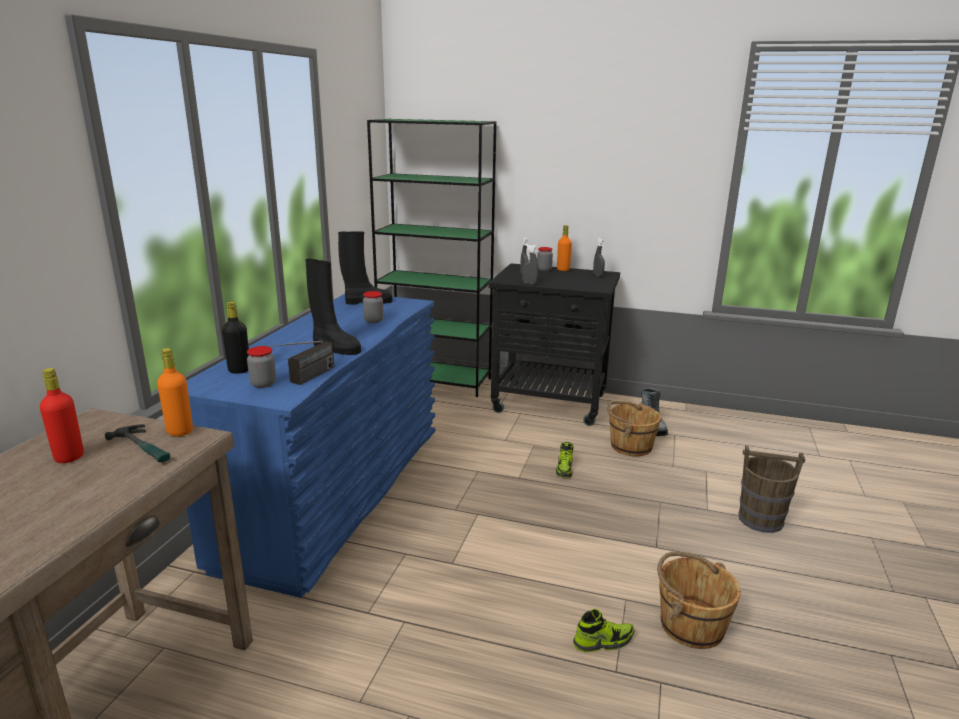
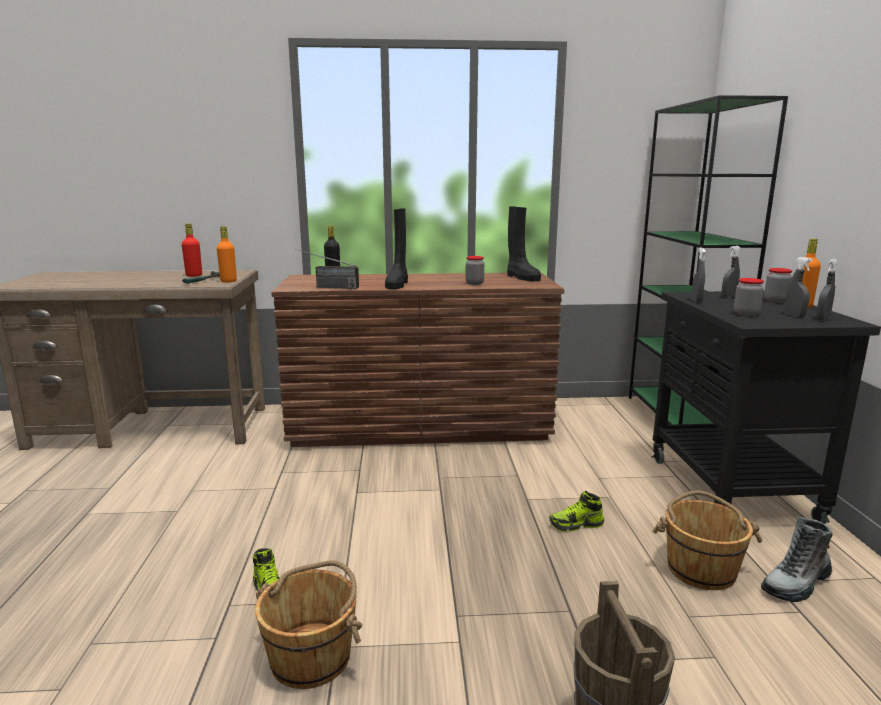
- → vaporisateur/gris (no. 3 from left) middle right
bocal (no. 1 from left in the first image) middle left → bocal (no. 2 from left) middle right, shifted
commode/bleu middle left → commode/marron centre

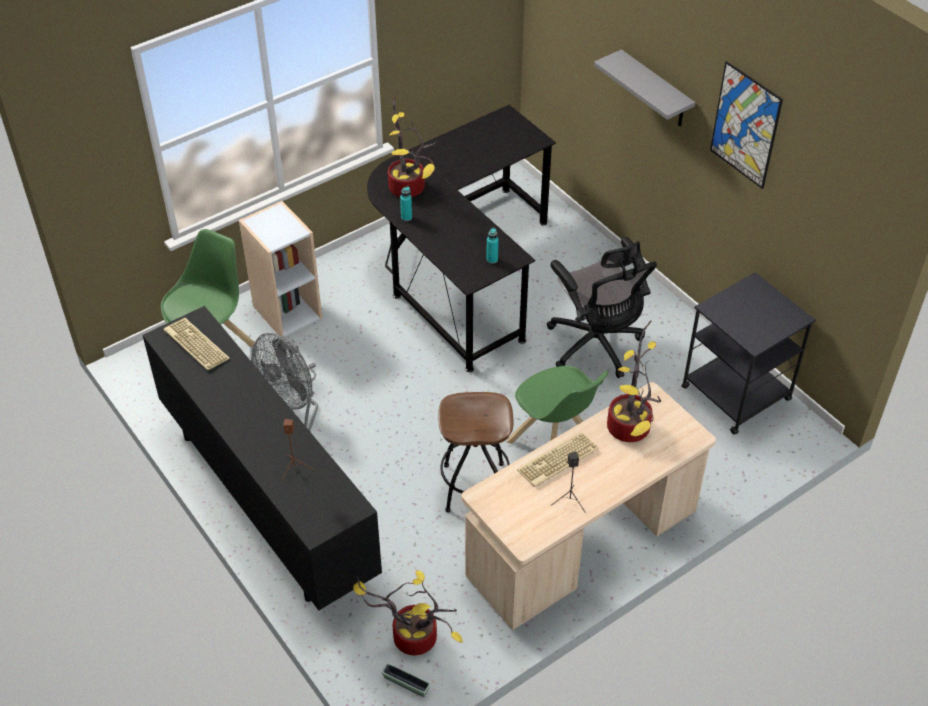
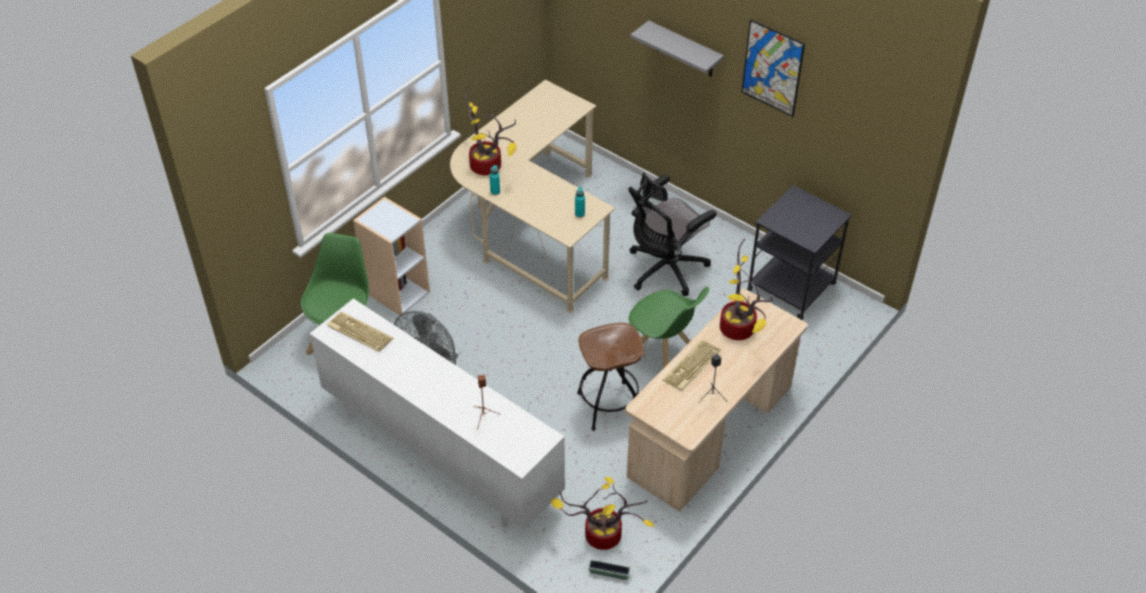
meuble de rangement/noir middle left → meuble de rangement/blanc bottom centre
bureau/noir centre → bureau/beige (no. 1 from left) top centre
chaise de bureau centre, 90 degrees clockwise

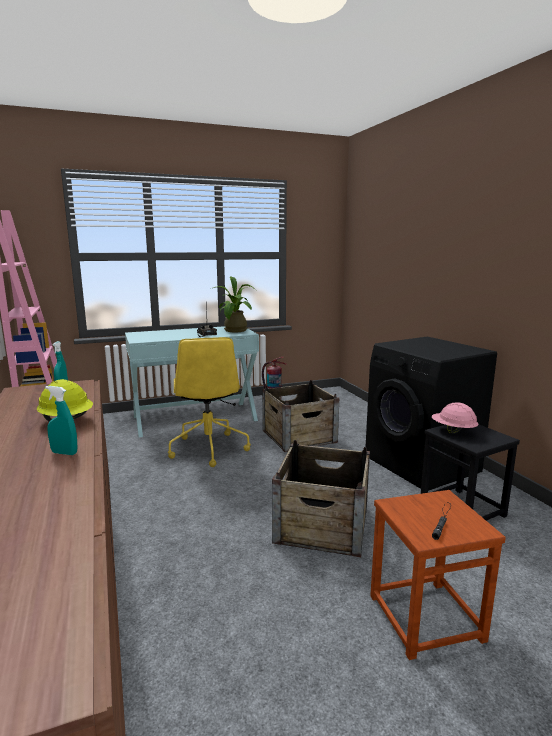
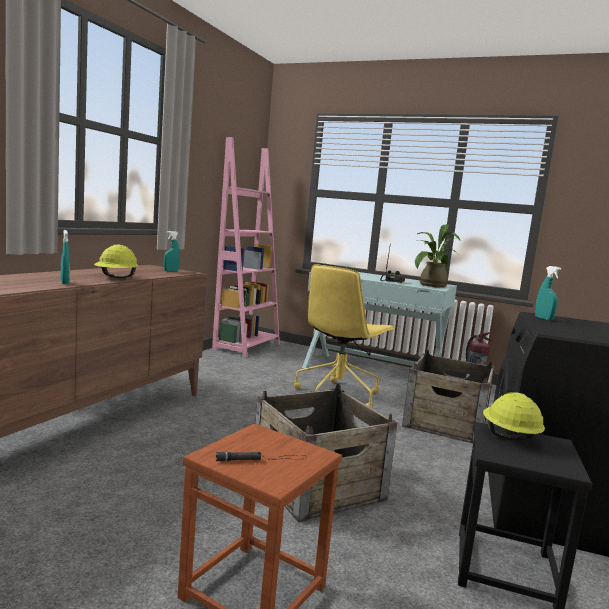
- → vaporisateur/turquoise (no. 3 from left) middle right
casque de chantier/rose middle right → casque de chantier/jaune (no. 2 from left) bottom right

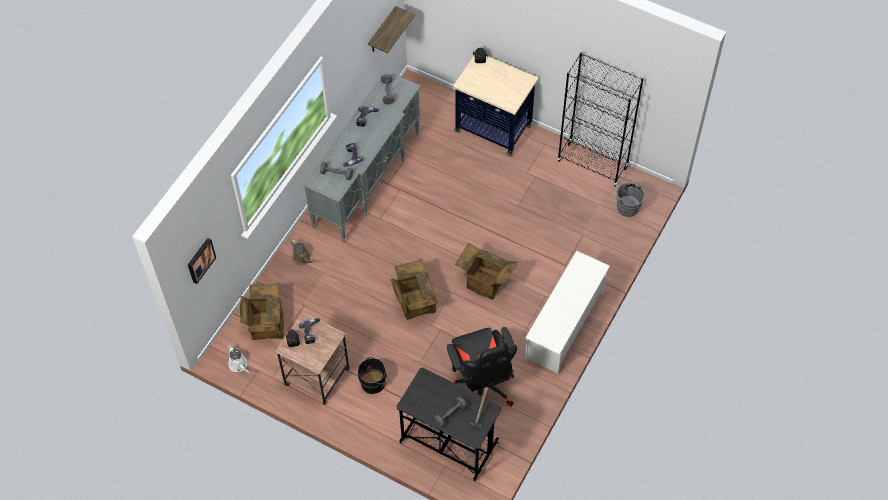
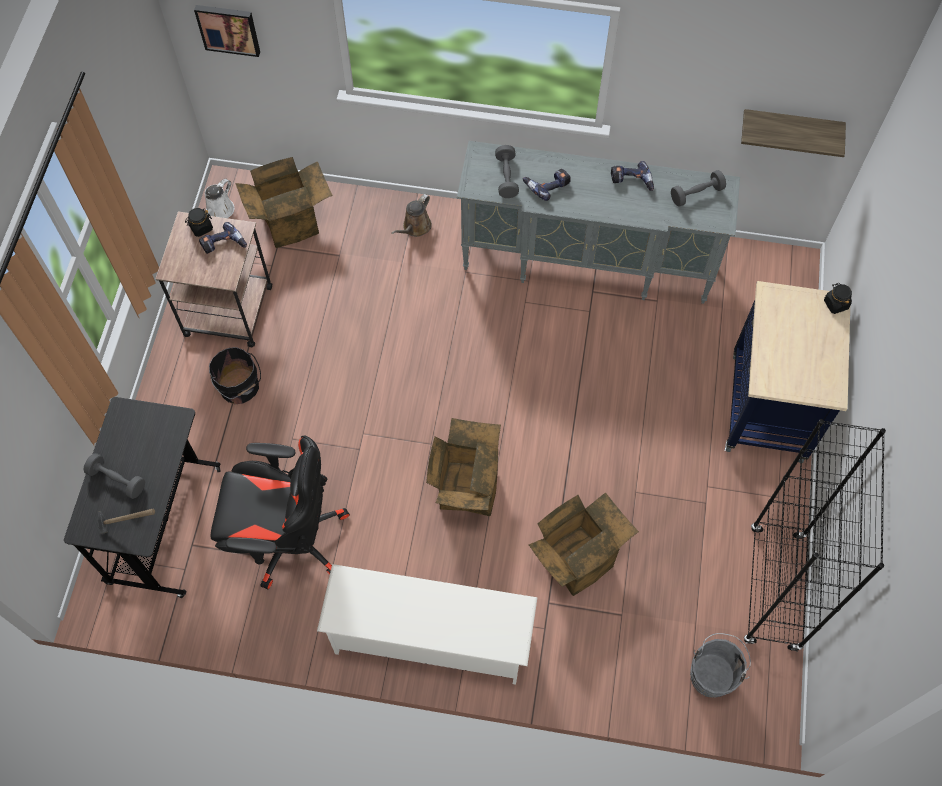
carton (no. 2 from left in the first image) centre → carton (no. 3 from left) bottom centre, shifted
chaise de bureau/noir bottom centre → chaise de bureau/noir middle left, 135 degrees counterclockwise

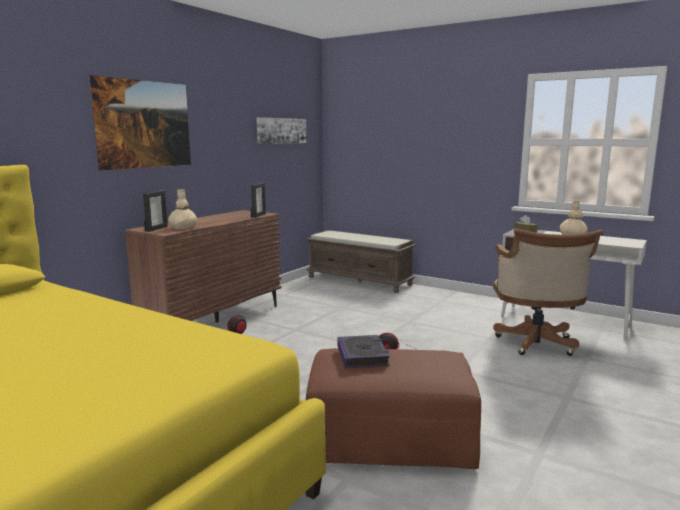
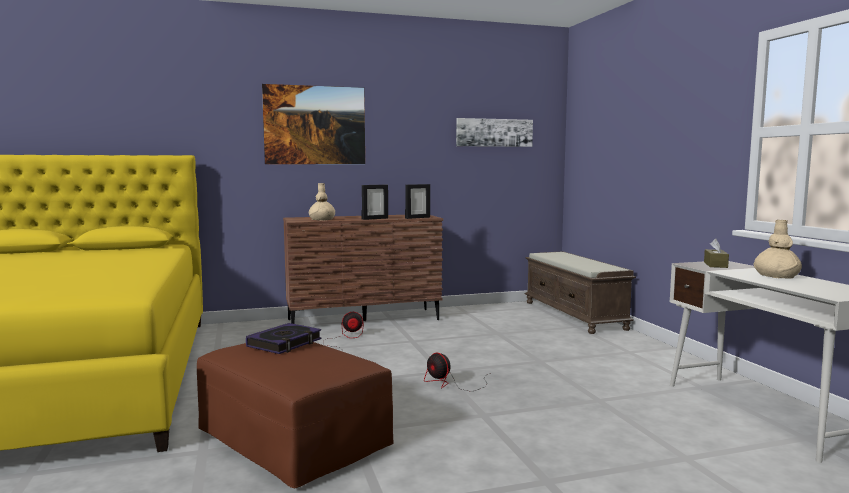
chaise de bureau middle right → -
cadre photo (no. 1 from left) middle left → cadre photo (no. 1 from left) centre, shifted

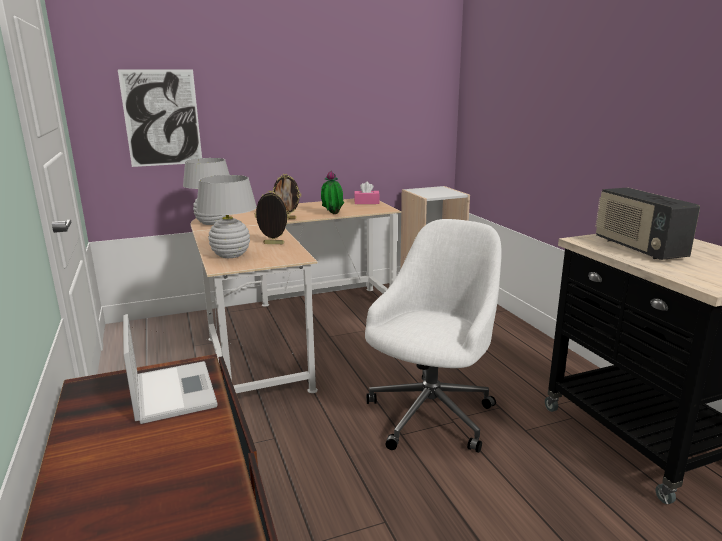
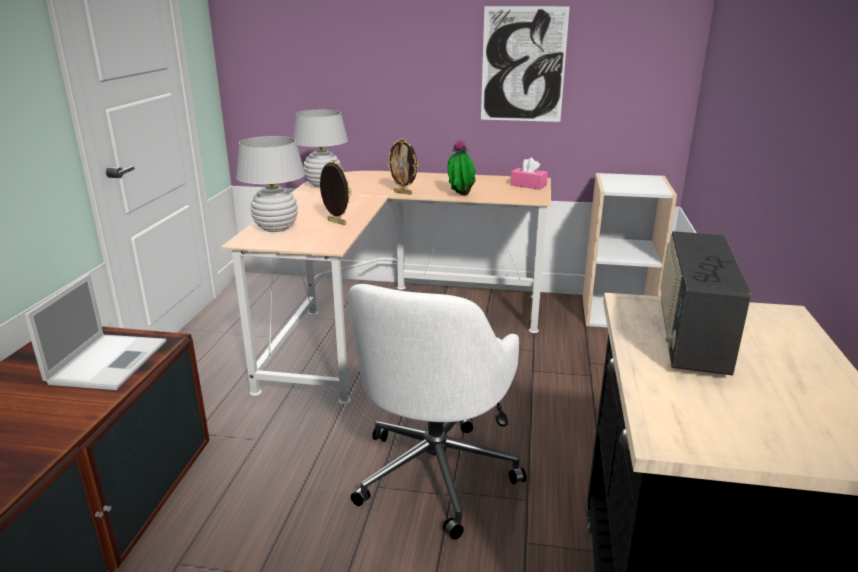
tableau top left → tableau top centre, shifted
chaise de bureau/blanc centre → chaise de bureau/blanc bottom centre, 135 degrees clockwise

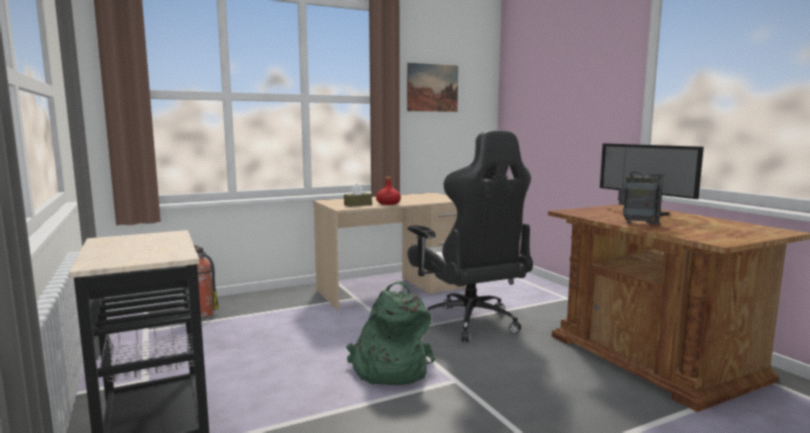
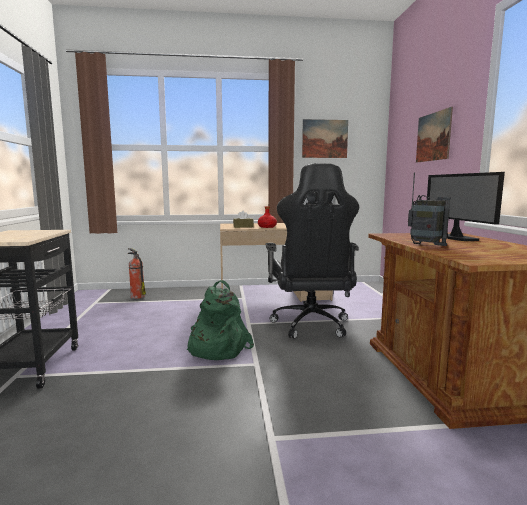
- → tableau (no. 2 from left) top right

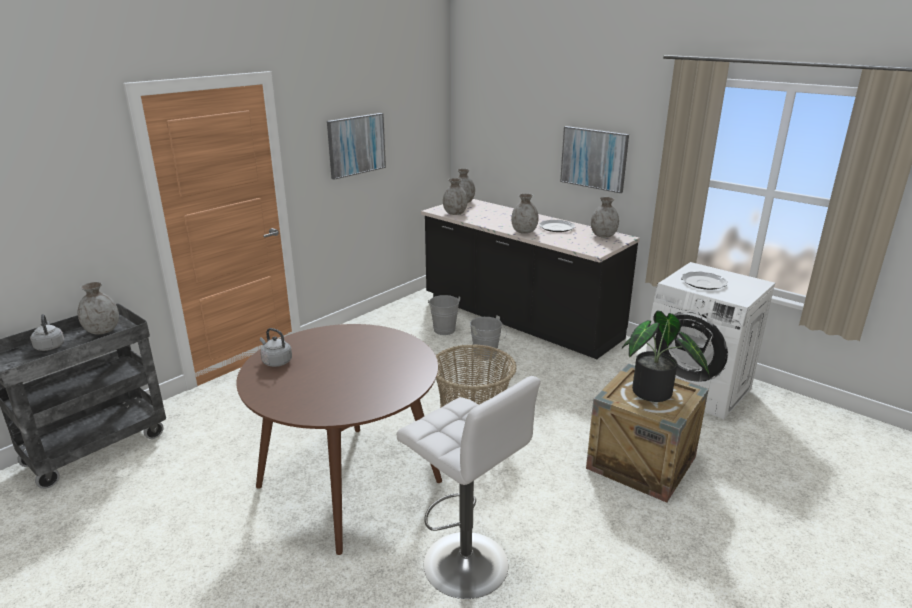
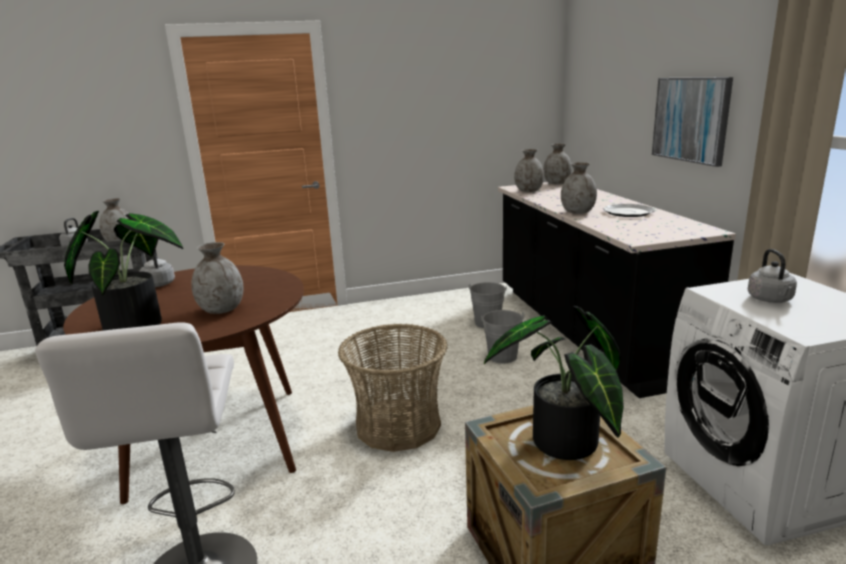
tableau (no. 1 from left) top centre → -
- → plante en pot (no. 1 from left) middle left
vase/gris (no. 5 from left in the first image) centre → vase/gris (no. 2 from left) middle left, shifted
assiette (no. 2 from left) middle right → bouilloire/gris (no. 3 from left) middle right

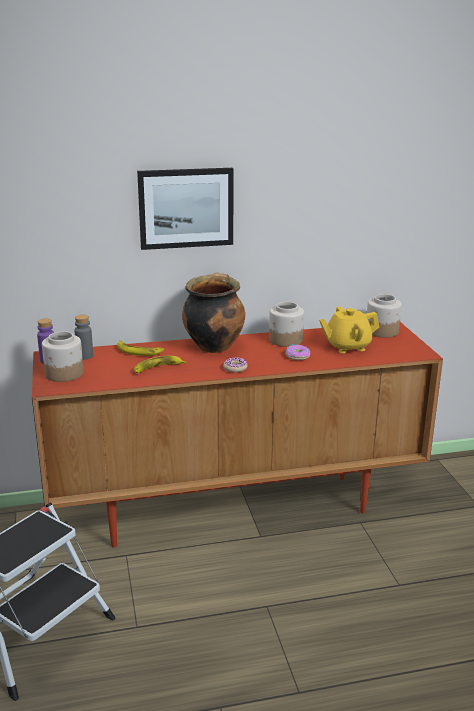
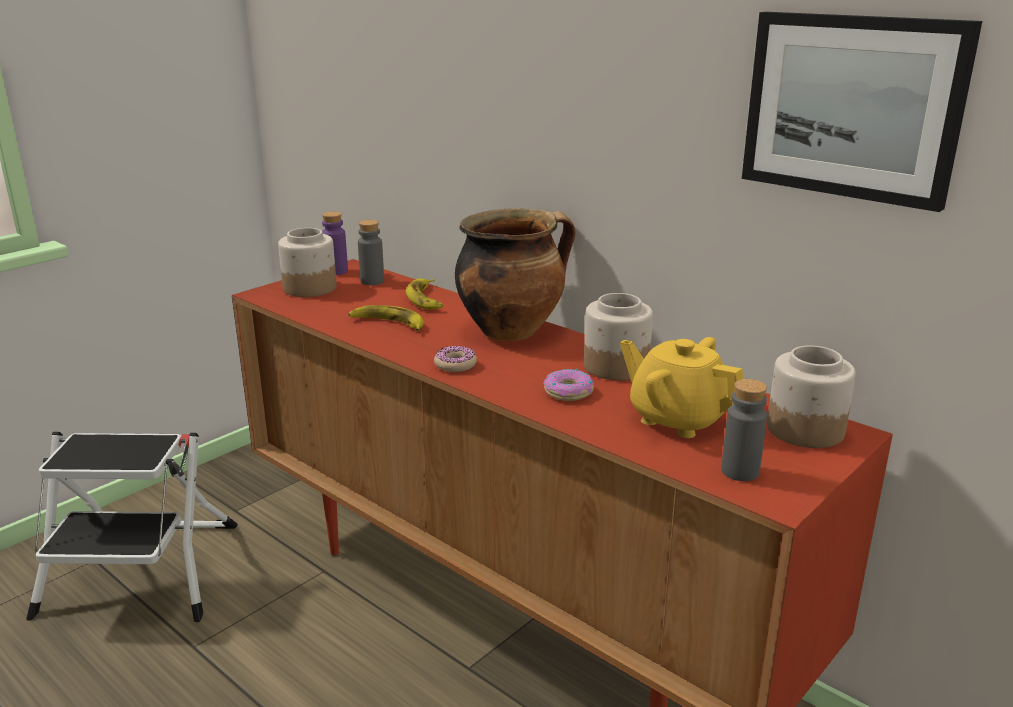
- → bouteille/gris (no. 2 from left) middle right
tableau top centre → tableau top right, shifted

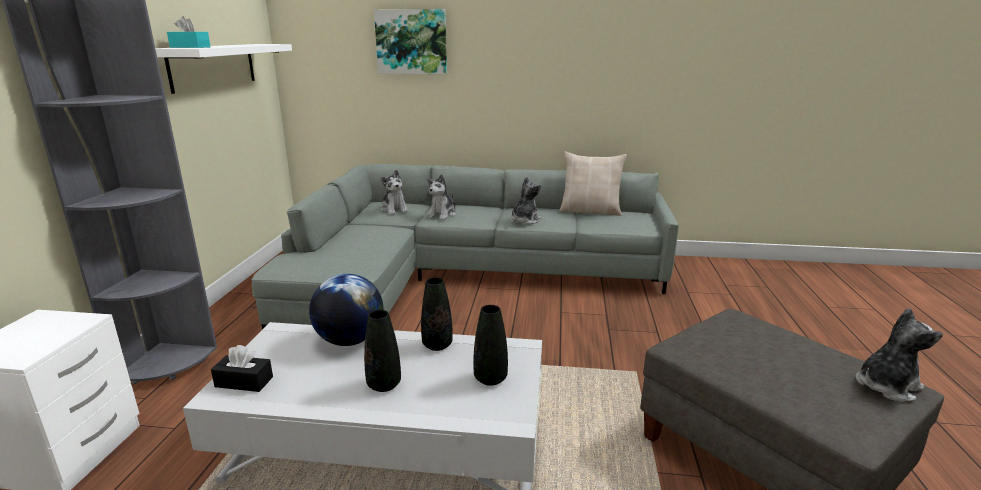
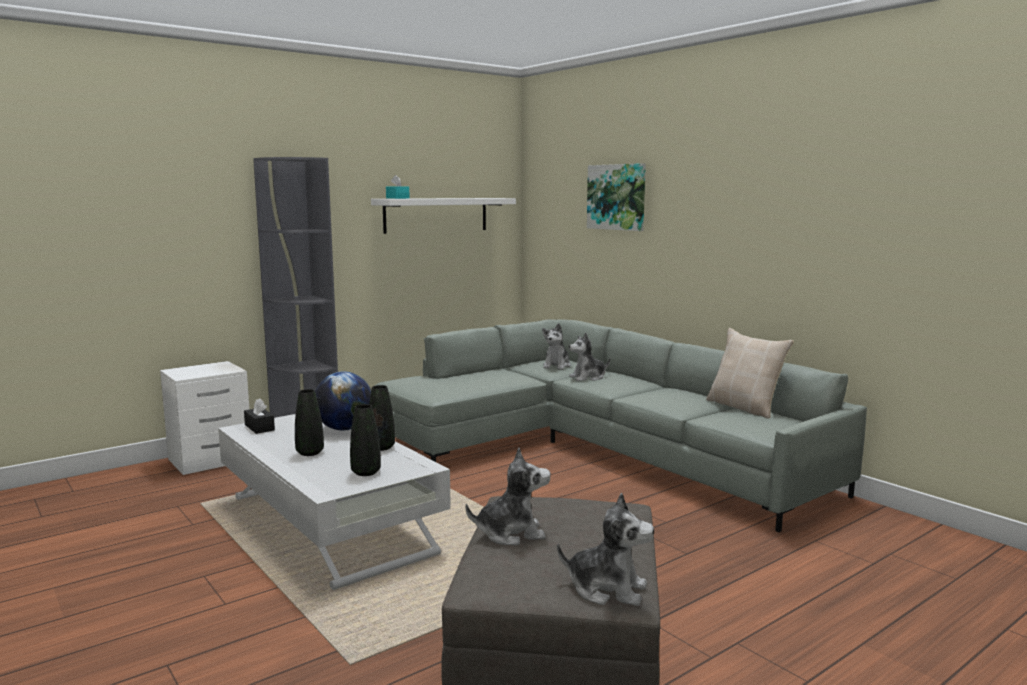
peluche (no. 3 from left in the first image) centre → peluche (no. 1 from left) bottom centre, shifted

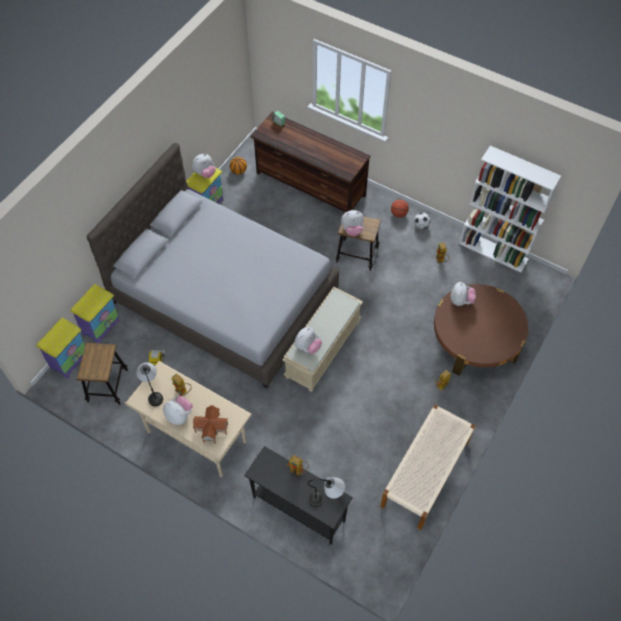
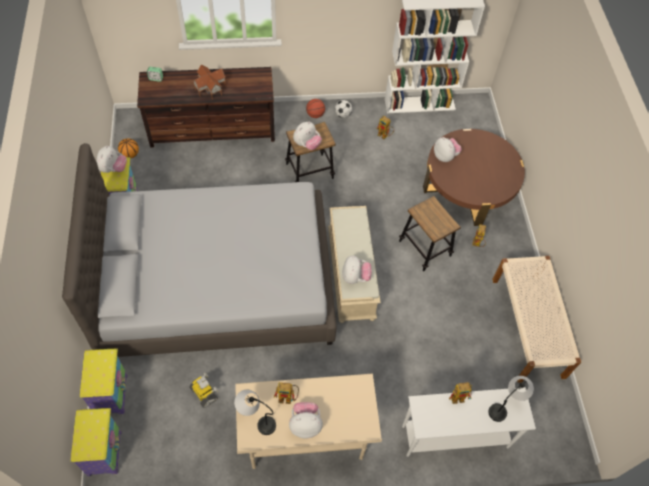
tabouret (no. 1 from left in the first image) middle left → tabouret (no. 2 from left) centre, shifted
maison miniature bottom centre → maison miniature top left, shifted
table console/noir bottom centre → table console/blanc bottom right

